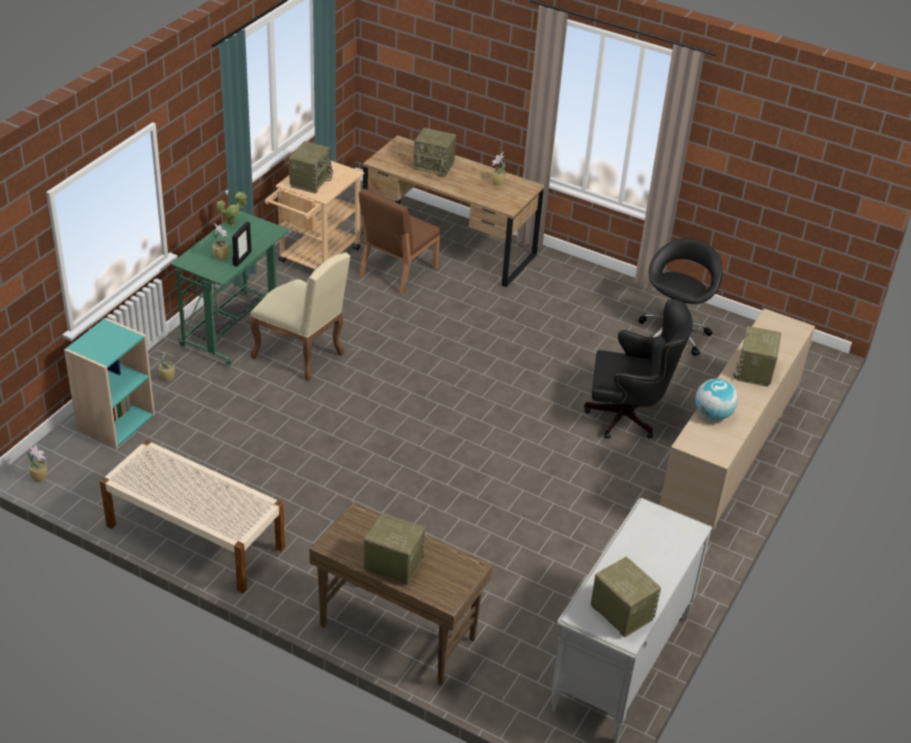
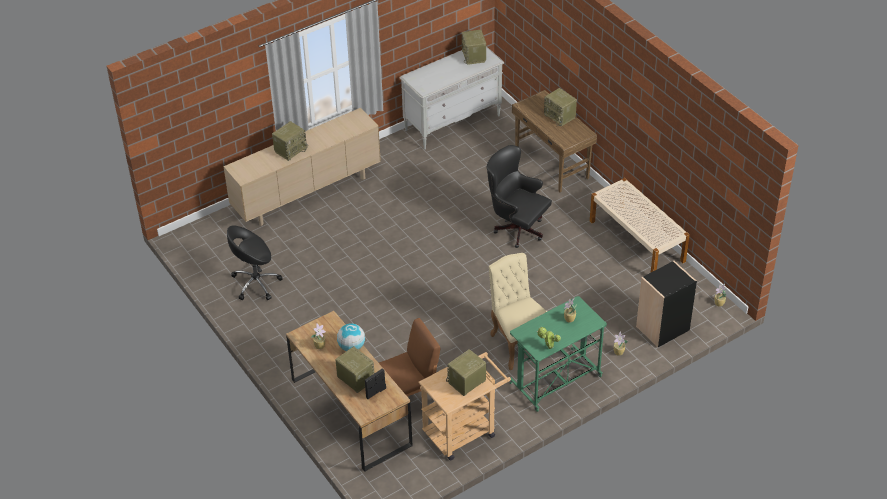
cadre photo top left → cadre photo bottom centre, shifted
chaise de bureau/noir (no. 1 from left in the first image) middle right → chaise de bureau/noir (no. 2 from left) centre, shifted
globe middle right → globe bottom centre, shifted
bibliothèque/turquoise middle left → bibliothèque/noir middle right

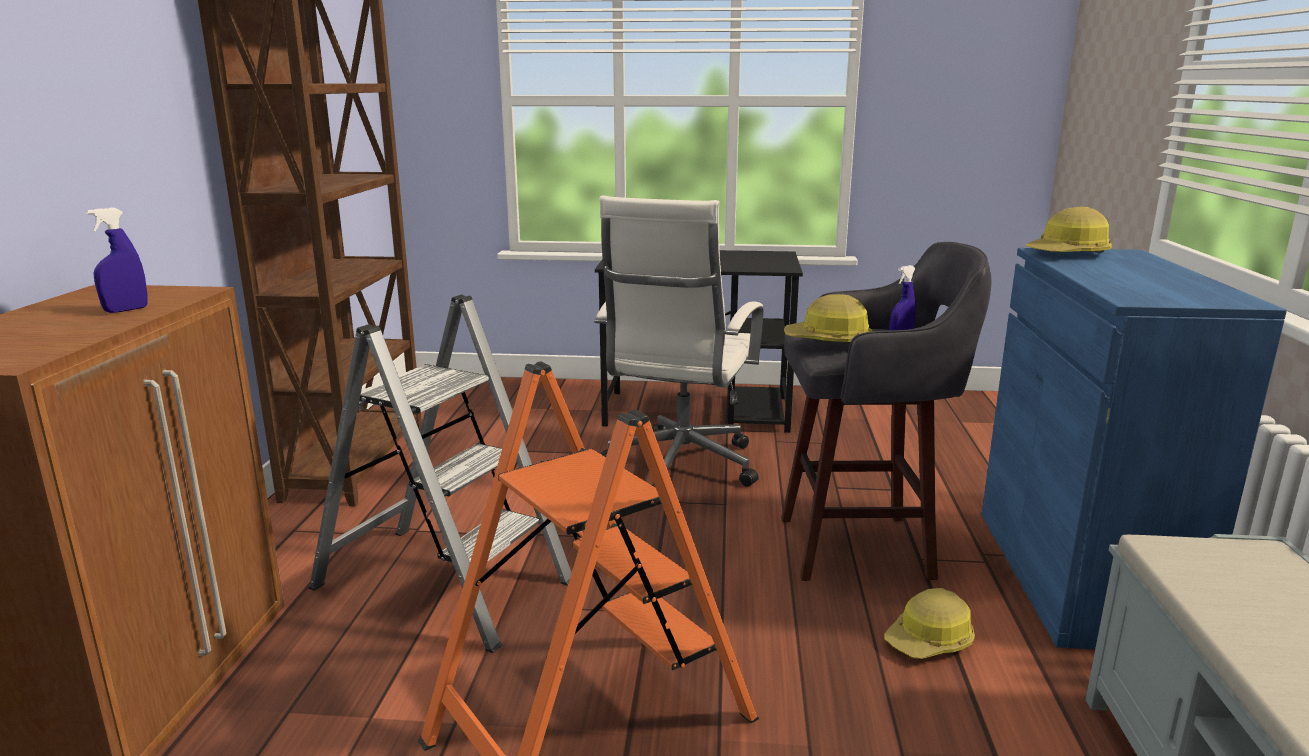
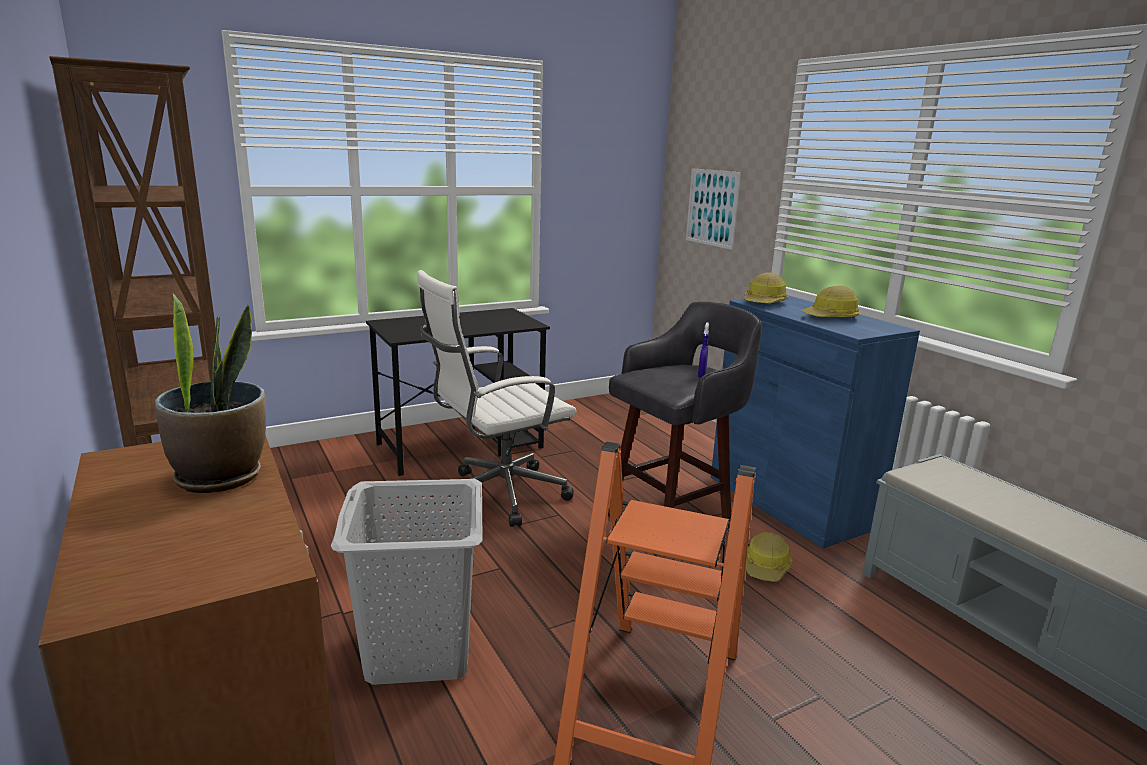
- → tableau top centre
casque de chantier (no. 1 from left in the first image) centre → casque de chantier (no. 3 from left) middle right, shifted
vaporisateur/bleu (no. 1 from left) middle left → plante en pot middle left
escabeau/gris centre → panier à linge/gris bottom centre
chaise de bureau/blanc centre, 75 degrees clockwise

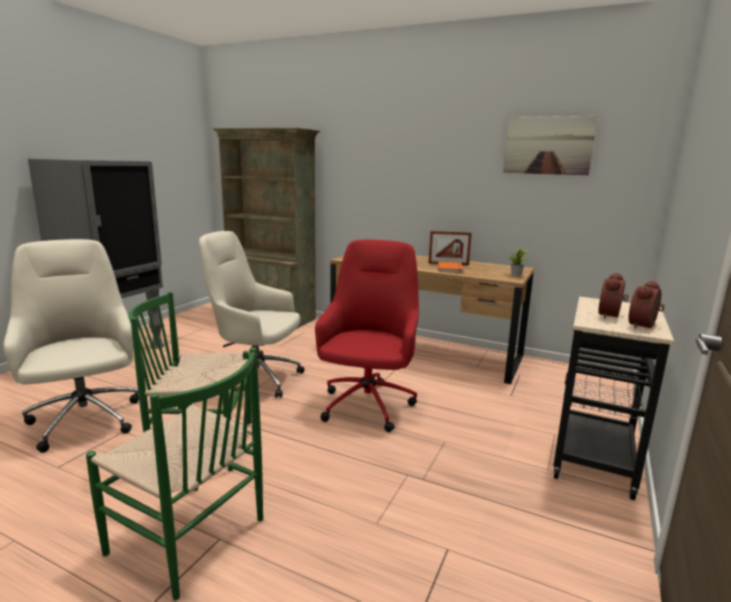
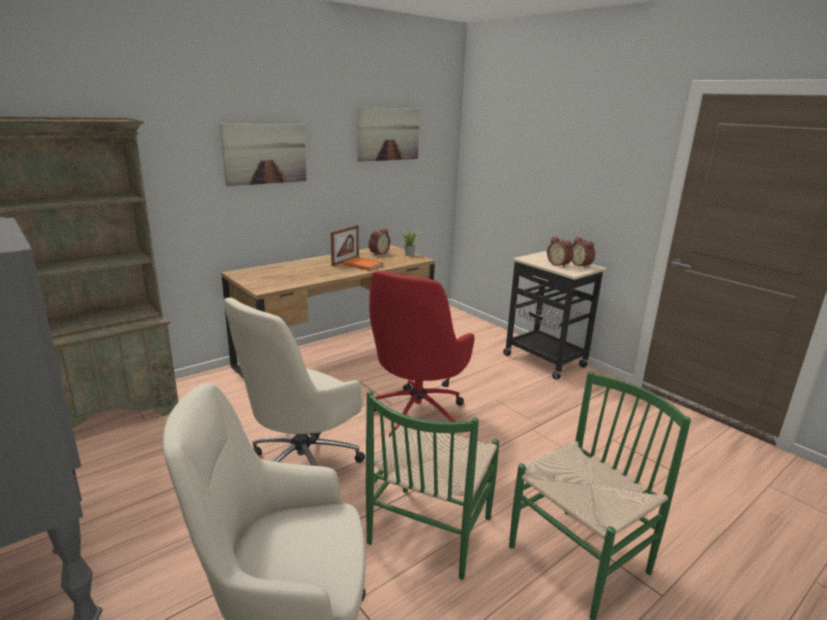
- → tableau (no. 1 from left) top left
- → réveil (no. 1 from left) centre
chaise de bureau/rouge centre, 105 degrees counterclockwise

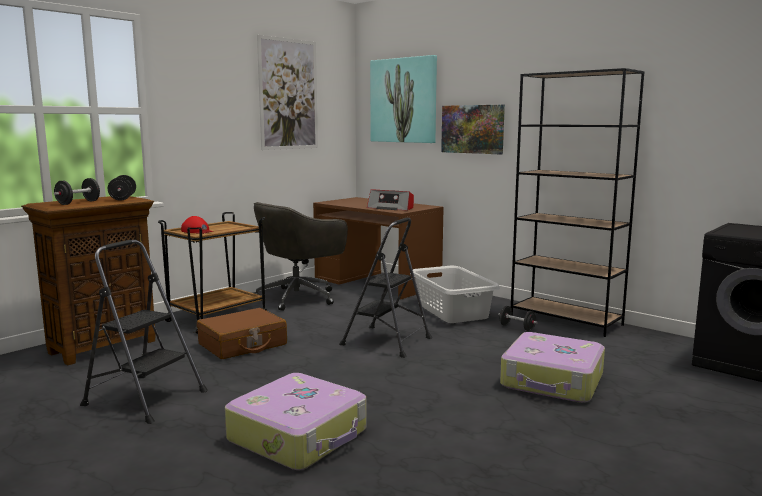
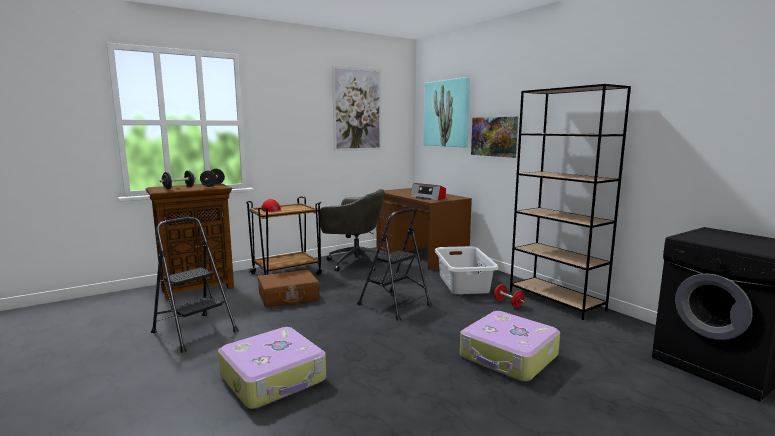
haltère/noir (no. 3 from left) middle right → haltère/rouge bottom centre
chaise de bureau/gris centre, 135 degrees counterclockwise

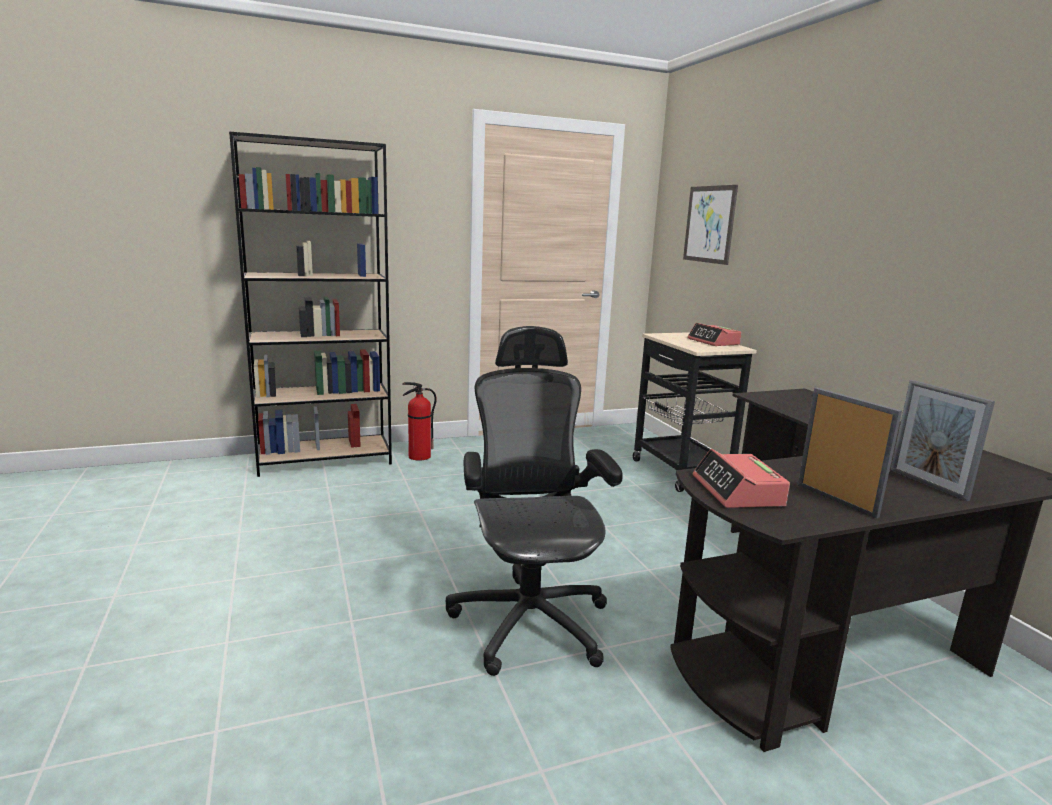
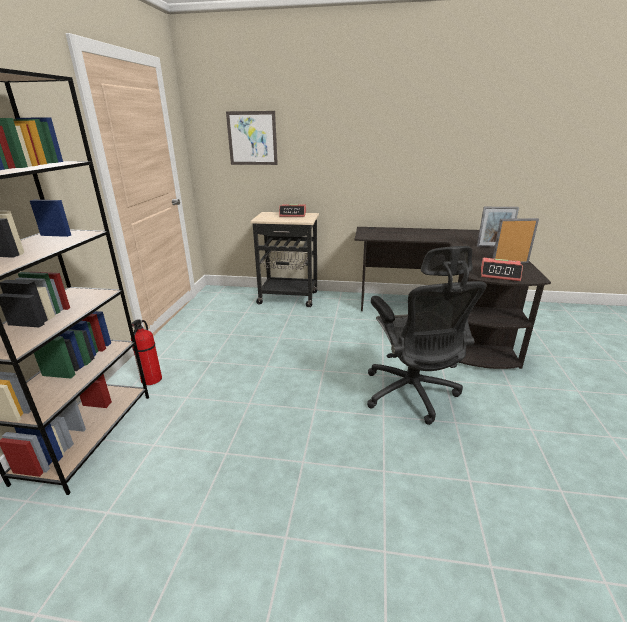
chaise de bureau centre → chaise de bureau middle right, 120 degrees counterclockwise

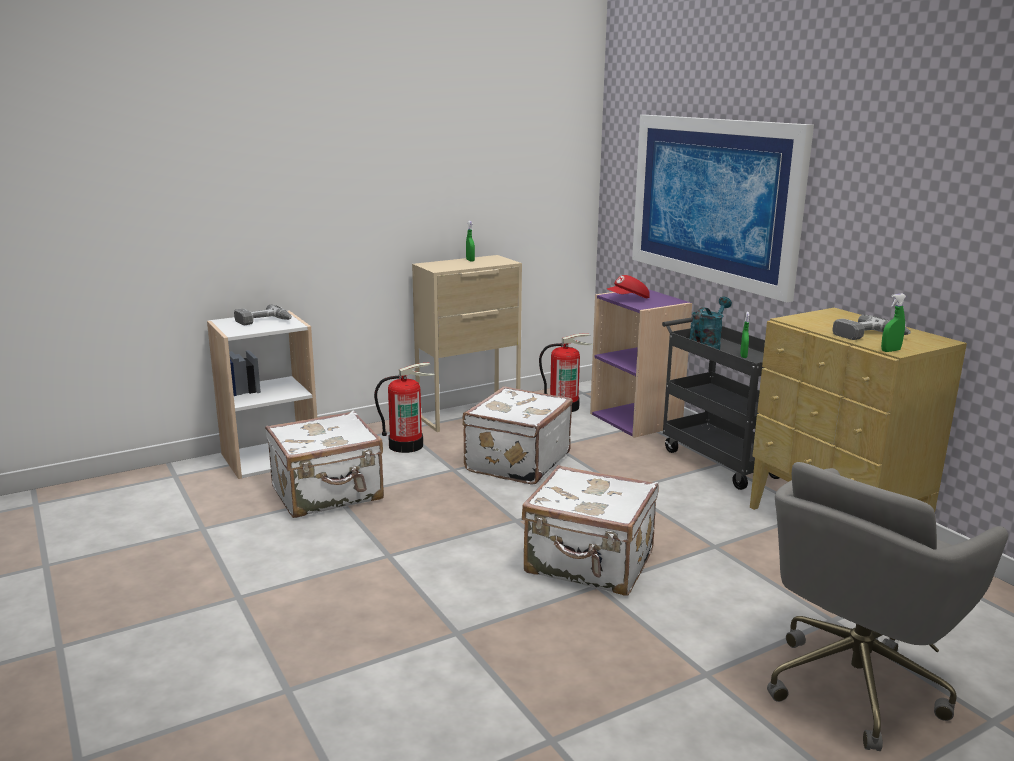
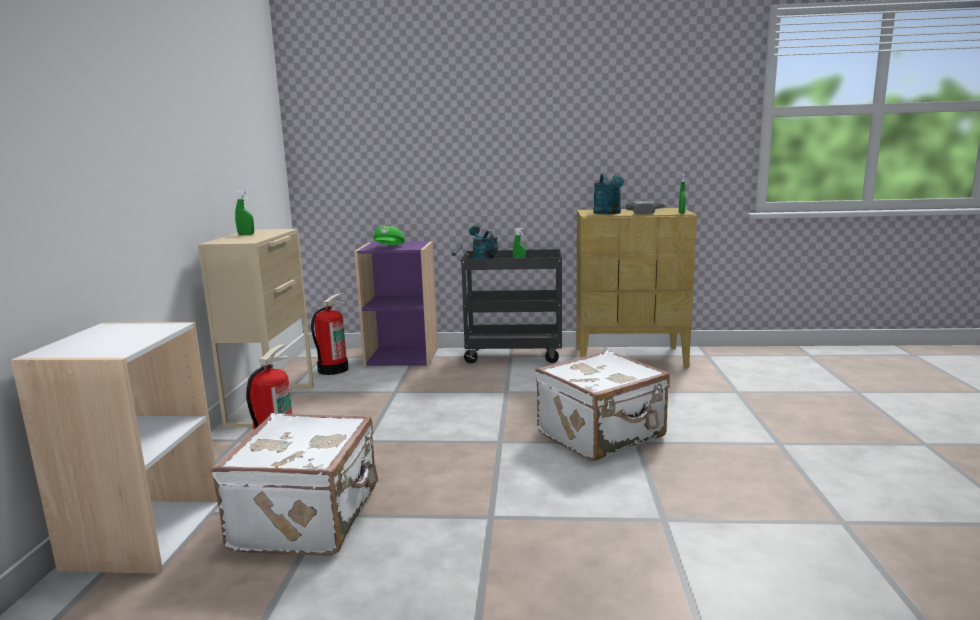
perceuse (no. 1 from left) middle left → -
valise/blanc (no. 2 from left) centre → -
tableau top right → -
chaise de bureau/gris bottom right → -
- → arrosoir/turquoise (no. 2 from left) top centre
casquette/rouge centre → casquette/vert centre

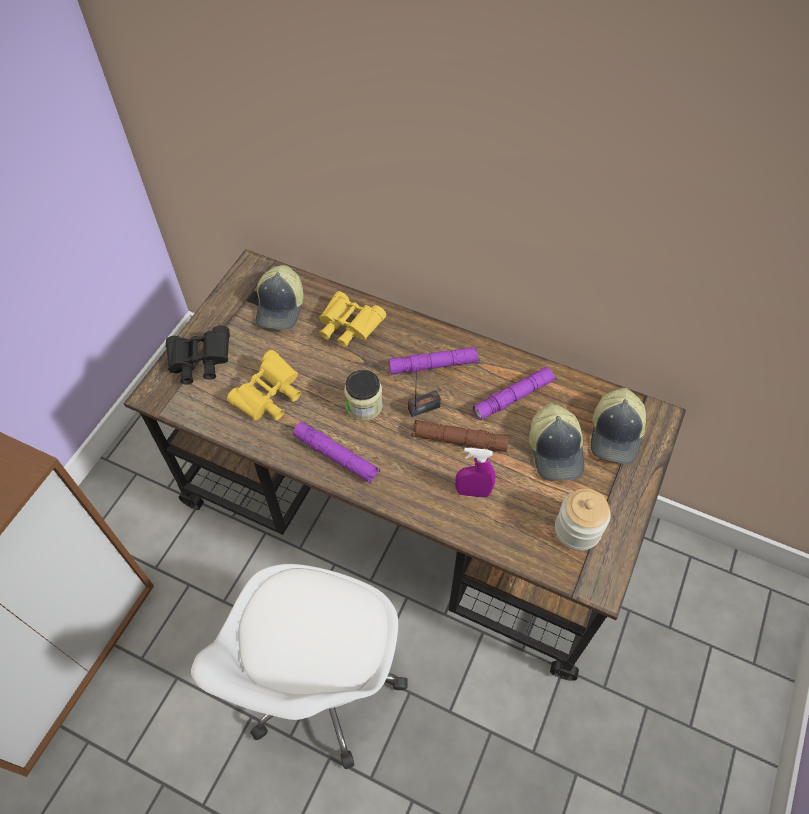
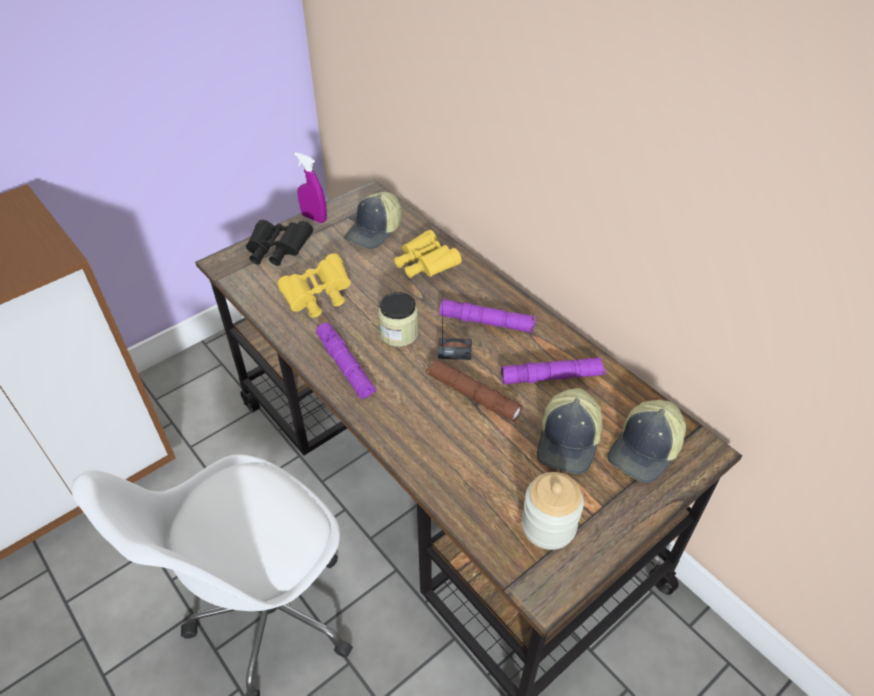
vaporisateur/violet centre → vaporisateur/violet top centre, shifted

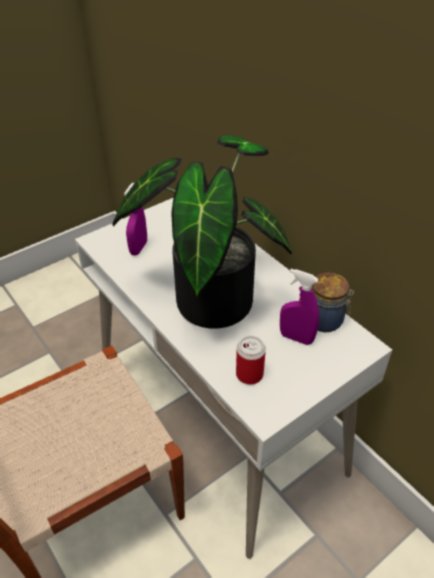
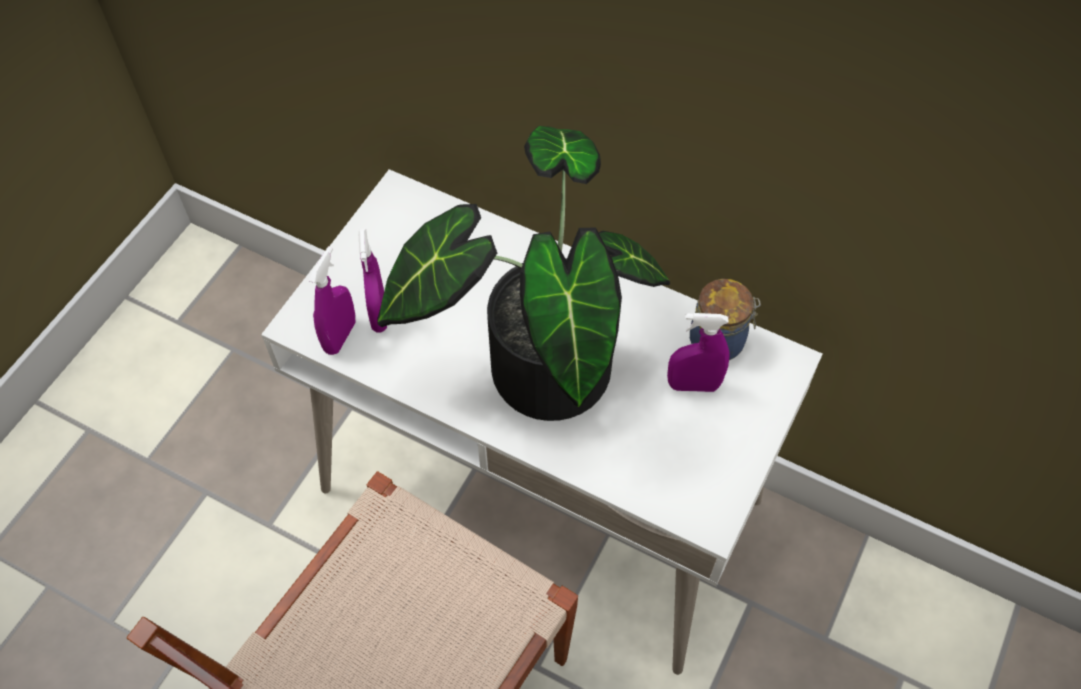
boîte métallique centre → -
- → vaporisateur/violet (no. 1 from left) middle left

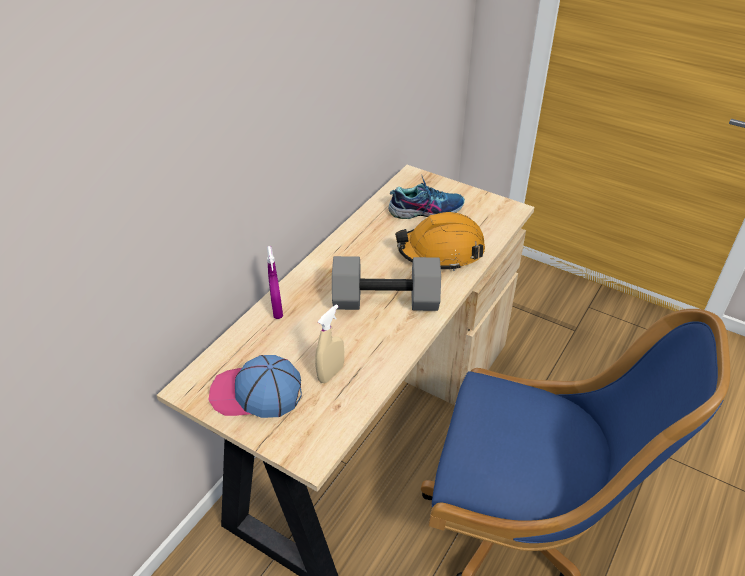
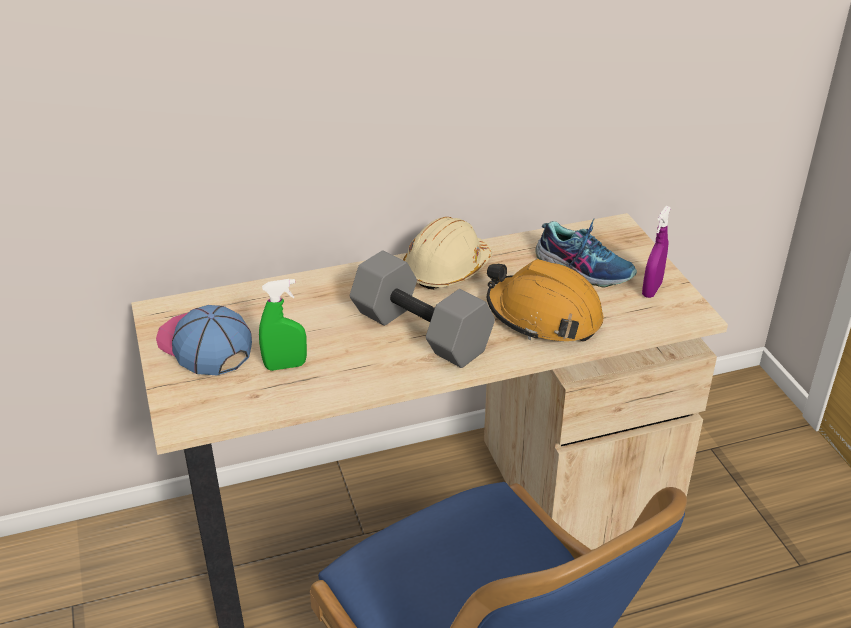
- → casque de chantier/beige centre
vaporisateur/violet centre → vaporisateur/violet middle right, shifted
vaporisateur/beige centre → vaporisateur/vert middle left

